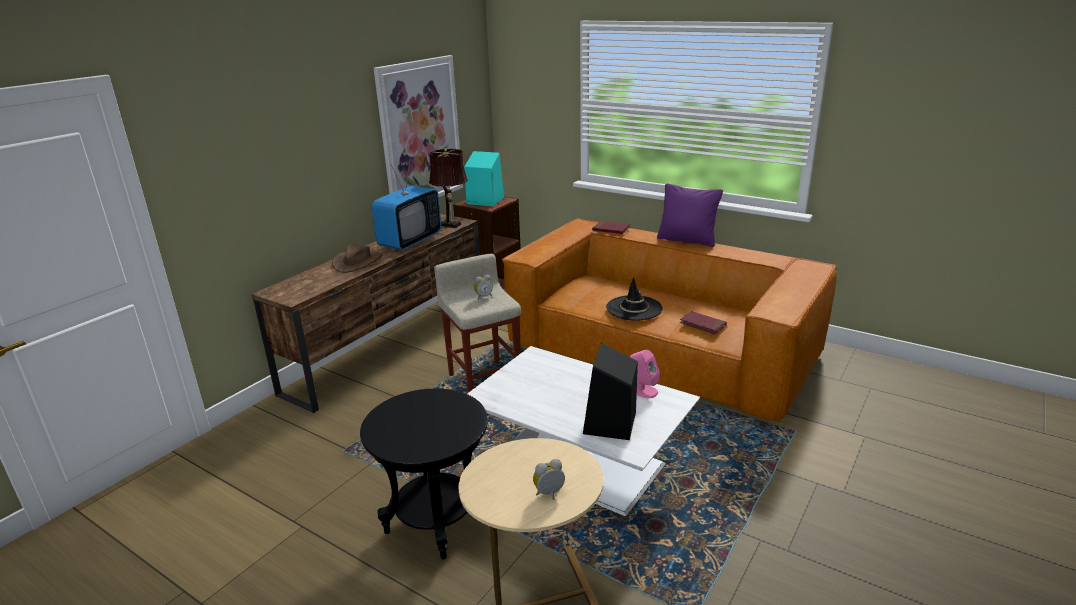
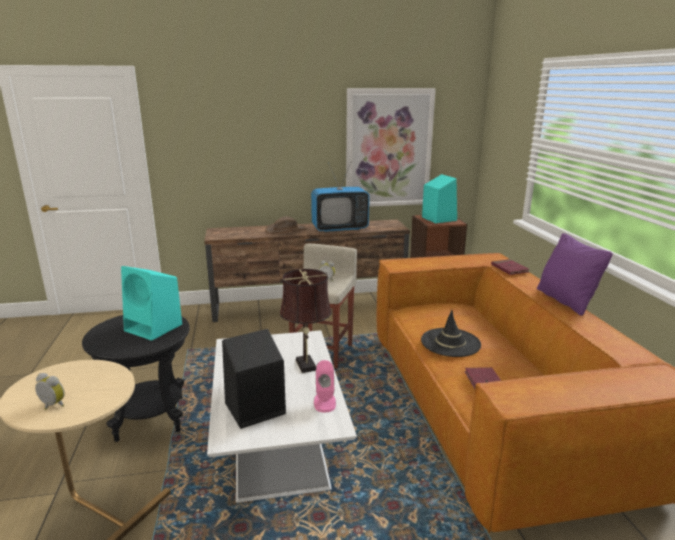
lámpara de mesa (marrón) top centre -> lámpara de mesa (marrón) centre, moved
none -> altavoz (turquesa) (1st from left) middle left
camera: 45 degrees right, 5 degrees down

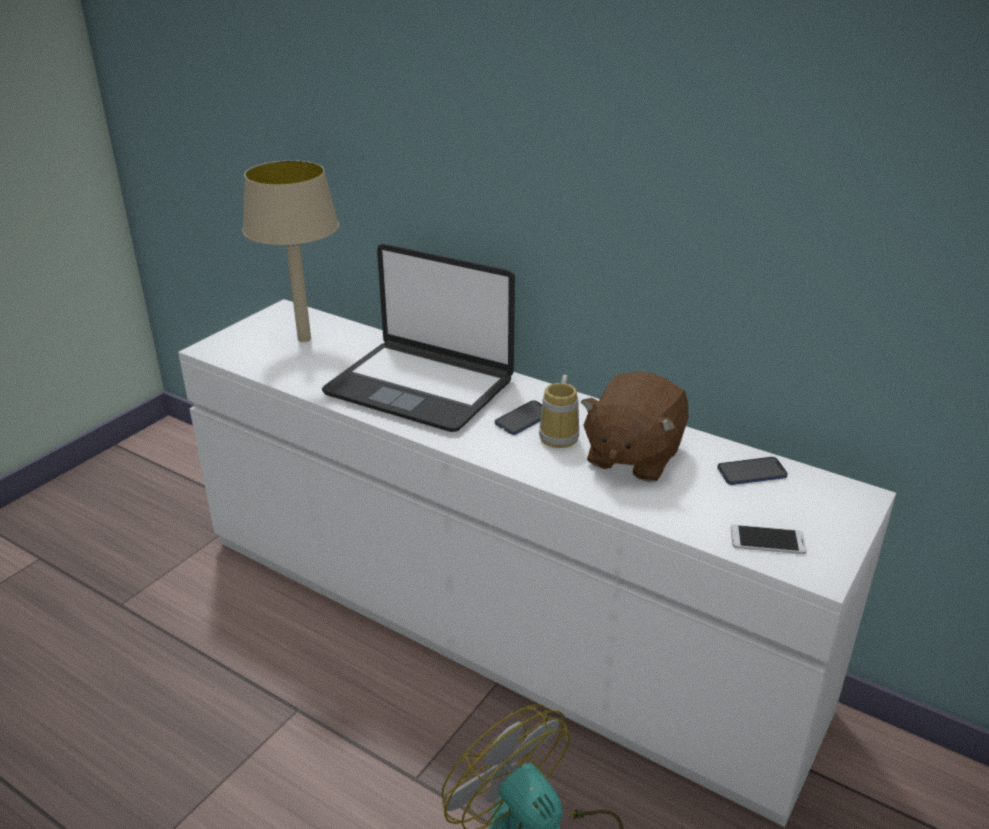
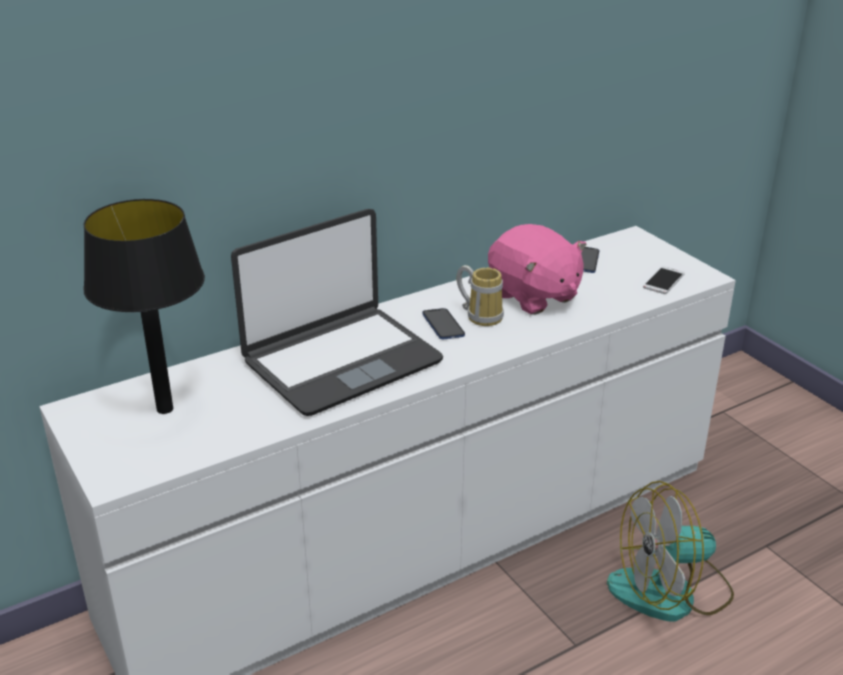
lámpara de mesa (beis) top left -> lámpara de mesa (negro) middle left
peluche (marrón) centre -> peluche (rosa) centre
camera: 65 degrees left, 0 degrees up

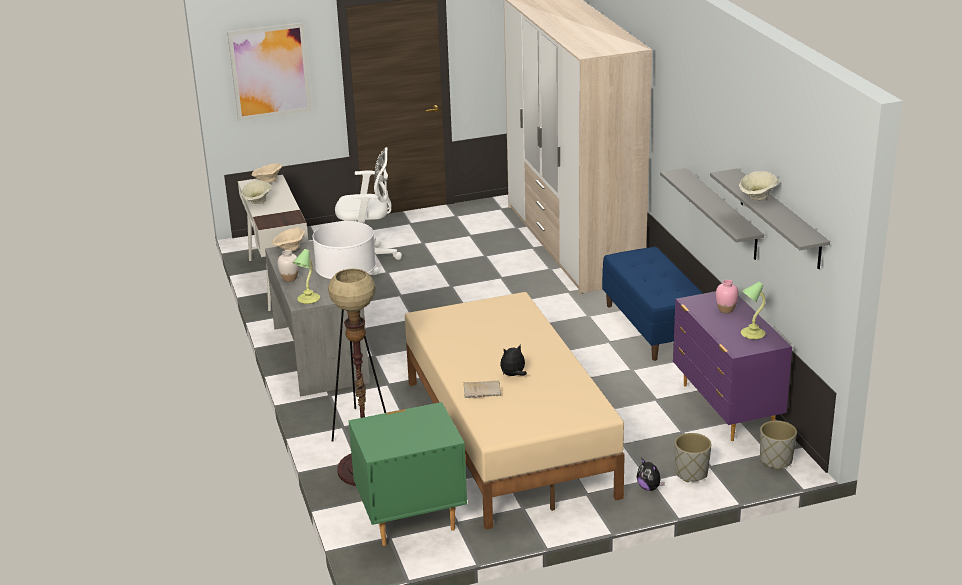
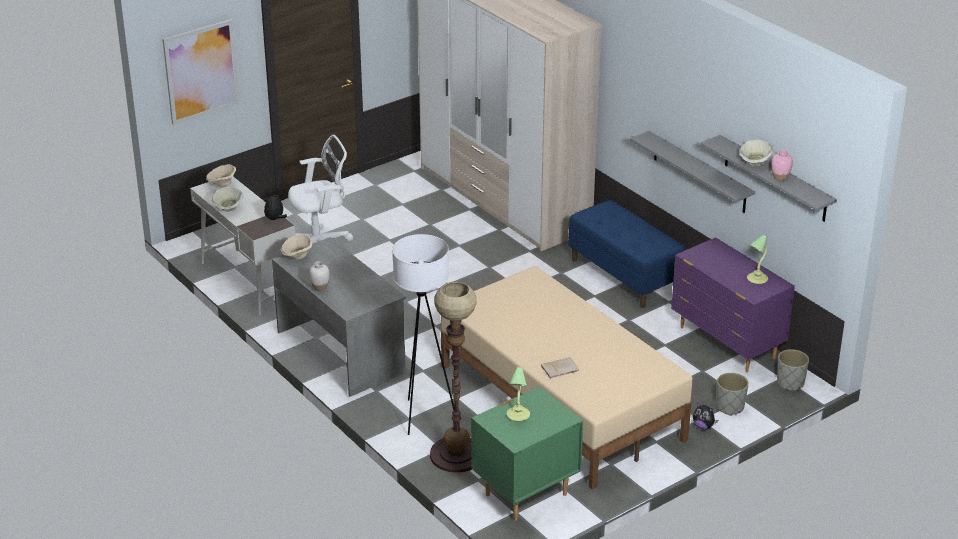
lámpara de mesa (1st from left) middle left -> lámpara de mesa (1st from left) bottom centre, moved
florero (rosa) middle right -> florero (rosa) top right, moved
peluche (1st from left) centre -> peluche (1st from left) middle left, moved
camera: 20 degrees left, 5 degrees up

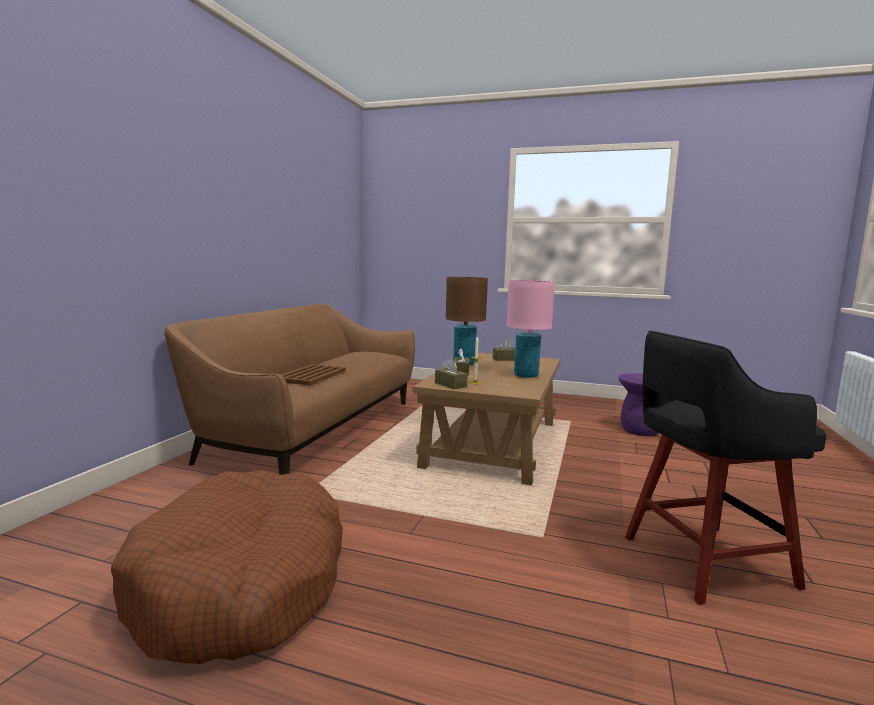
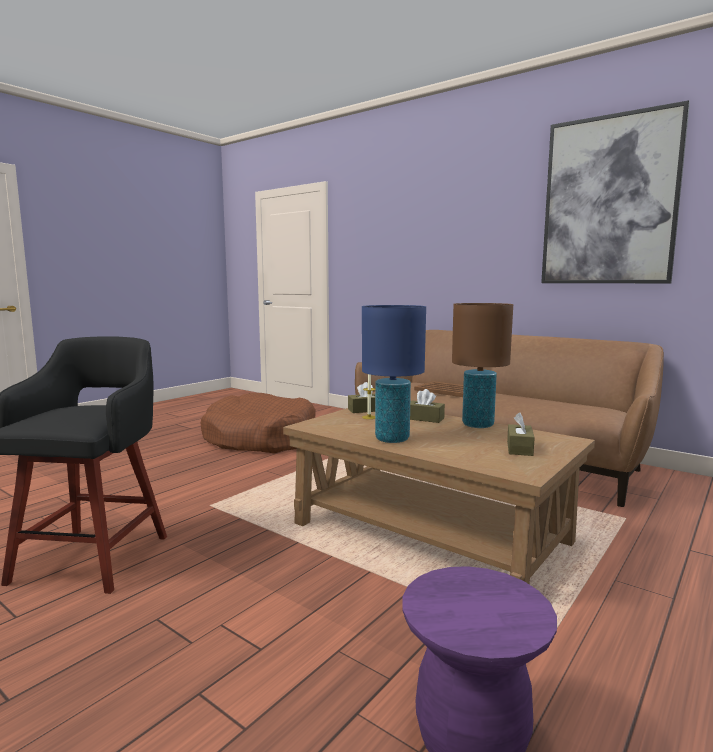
lámpara de mesa (rosa) centre -> lámpara de mesa (azul) centre
none -> cuadro top right
camera: 110 degrees right, 0 degrees up

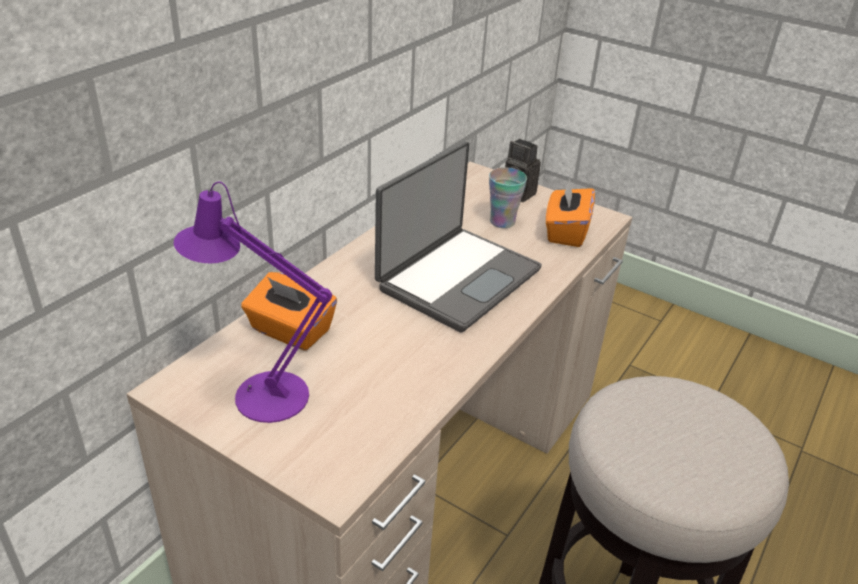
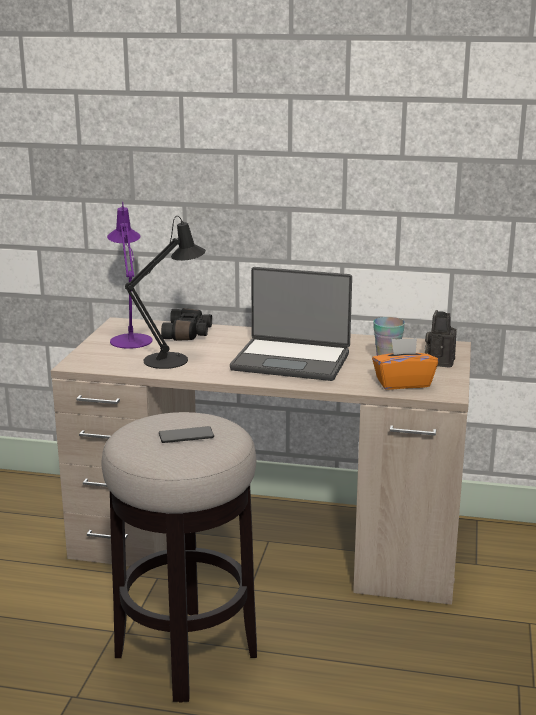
caja de pañuelos (naranja) (1st from left) centre -> prismáticos (negro) centre
none -> lámpara de mesa (negro) middle left
none -> móvil centre
camera: 70 degrees right, 15 degrees down

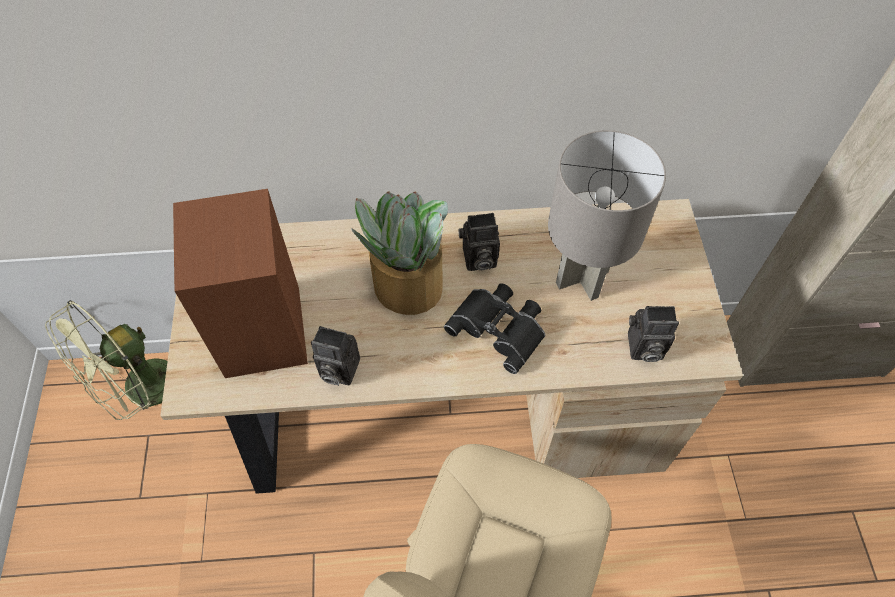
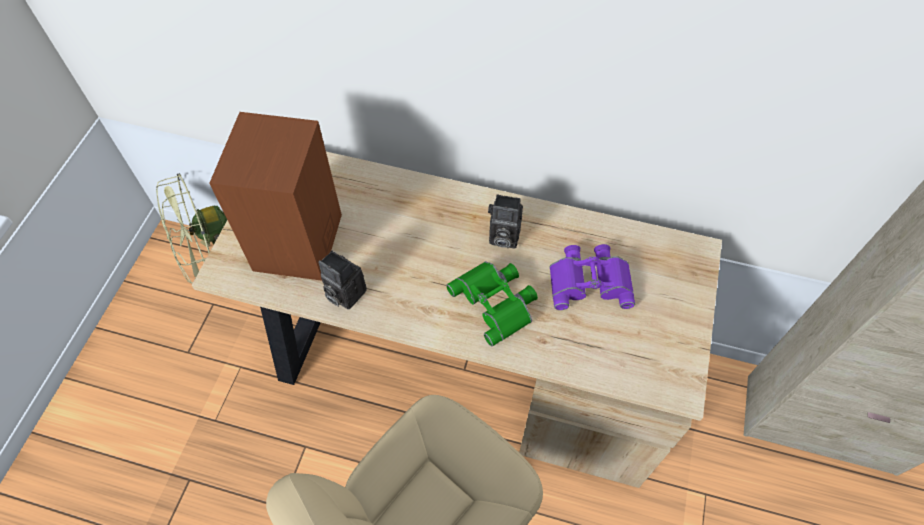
lámpara de mesa (gris) middle right -> prismáticos (morado) centre
planta en maceta centre -> none
prismáticos (negro) centre -> prismáticos (verde) centre
cámara (3rd from left) middle right -> none
camera: 20 degrees right, 0 degrees up

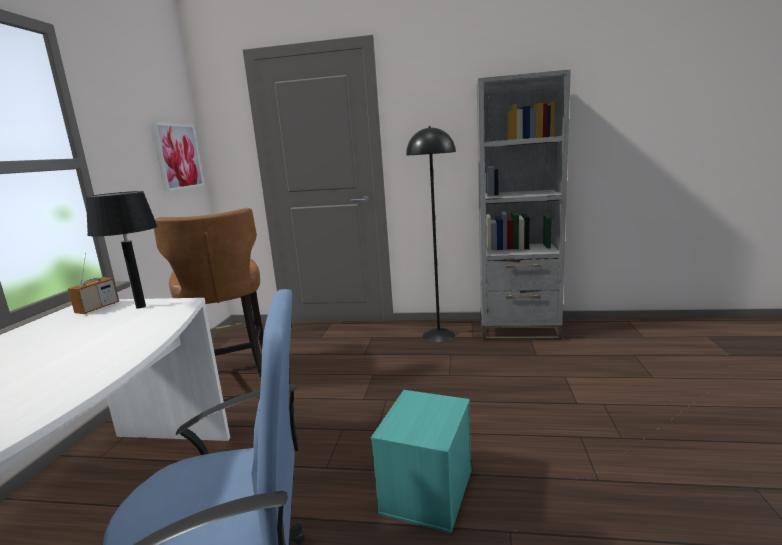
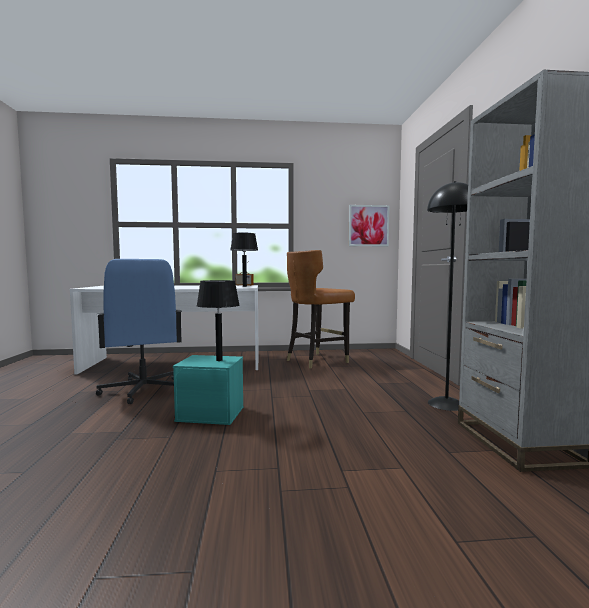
none -> lámpara de mesa (negro) (1st from left) centre
camera: 75 degrees right, 10 degrees down

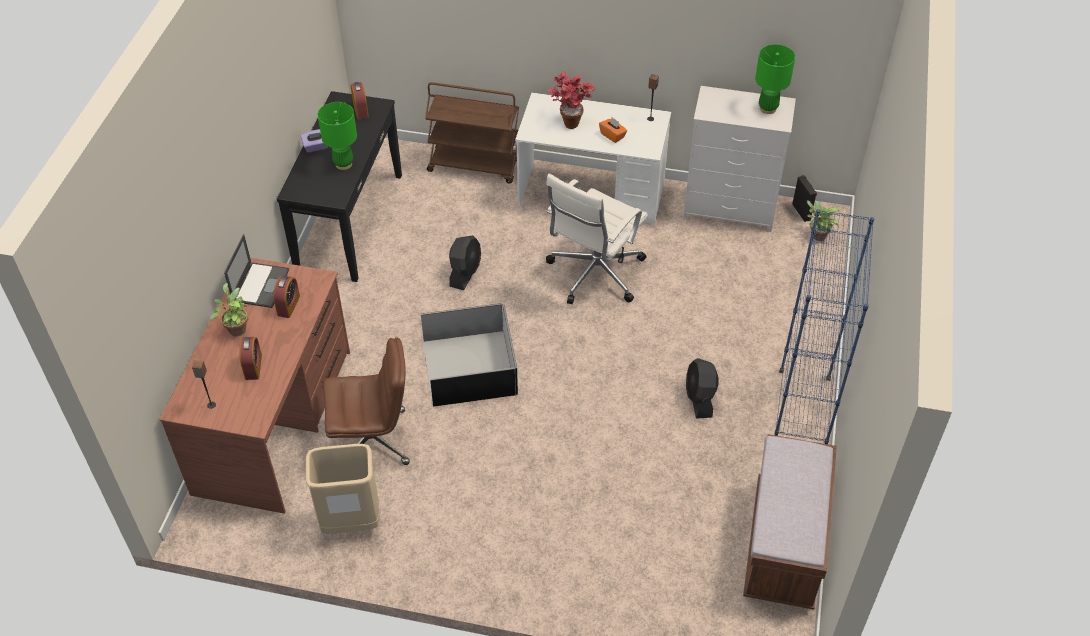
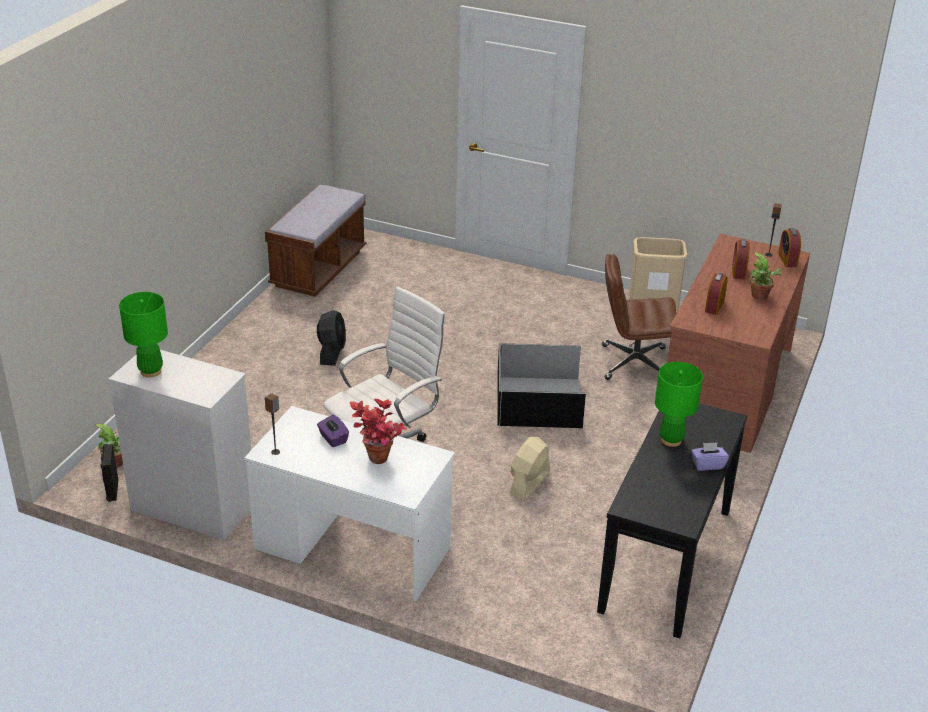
despertador (3rd from left) top left -> despertador (3rd from left) middle right, moved
carrito (marrón) top centre -> none
caja de pañuelos (naranja) top centre -> caja de pañuelos (morado) (1st from left) centre
estantería (azul) middle right -> none
portátil middle left -> none
ventilador (negro) (1st from left) centre -> ventilador (beis) centre
camera: 170 degrees left, 15 degrees down

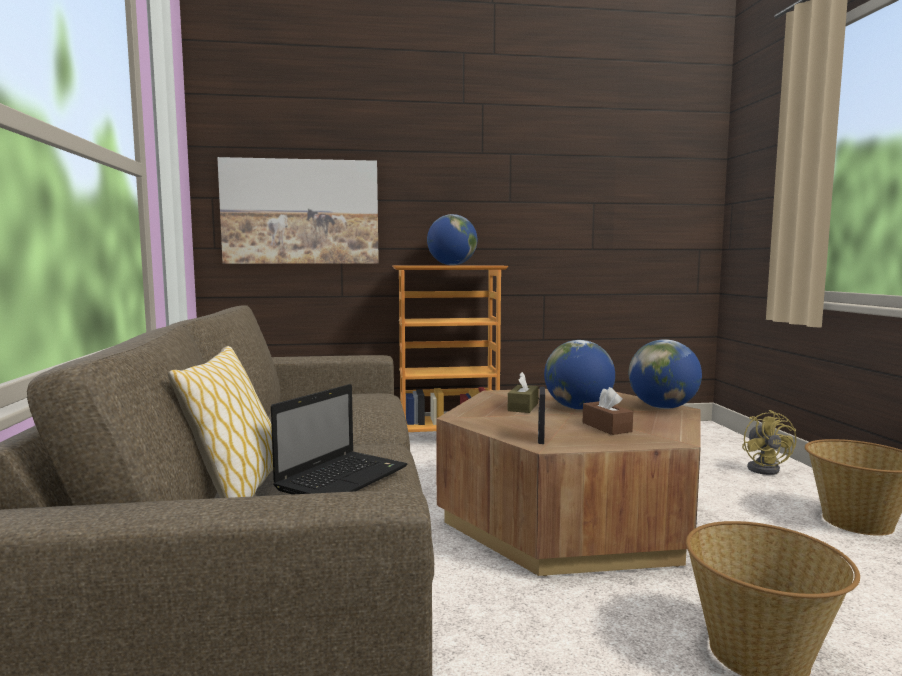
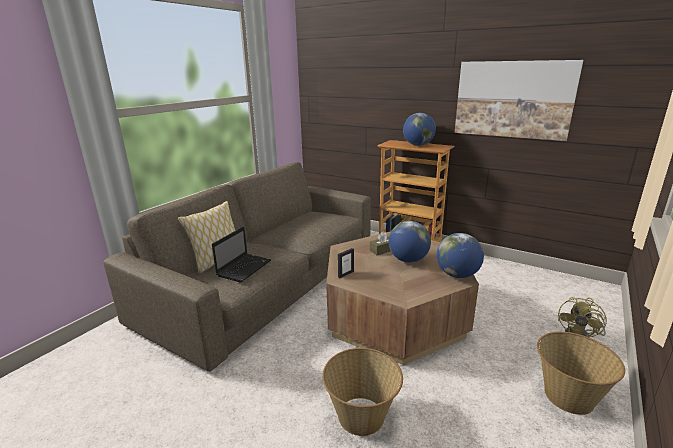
cuadro top left -> cuadro top right, moved
portátil centre, 45 degrees counterclockwise
caja de pañuelos (marrón) (2nd from left) middle right -> none
camera: 40 degrees right, 15 degrees up

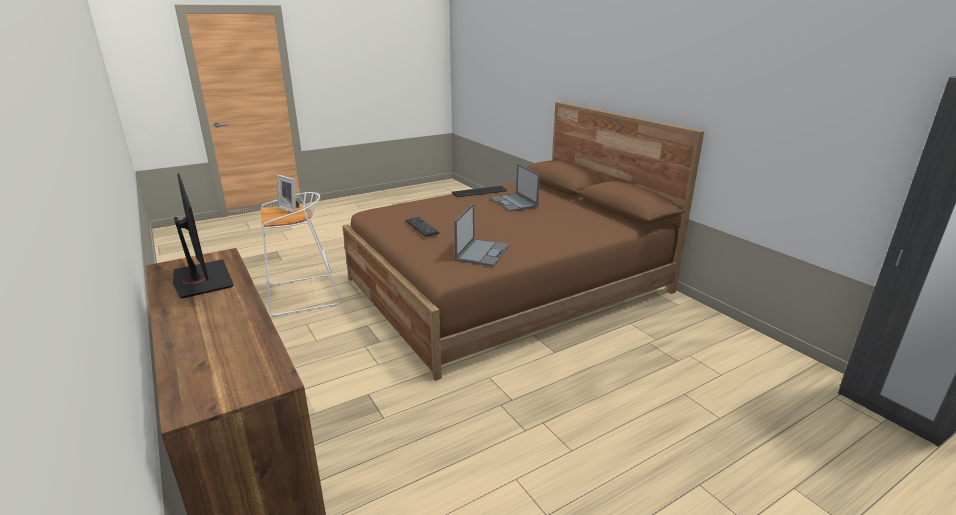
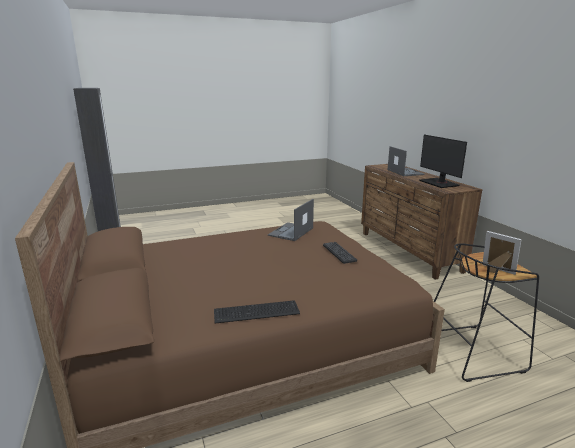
portátil (2nd from left) centre -> portátil (2nd from left) middle right, moved
taburete (blanco) middle left -> taburete (negro) bottom right
camera: 170 degrees left, 5 degrees down

